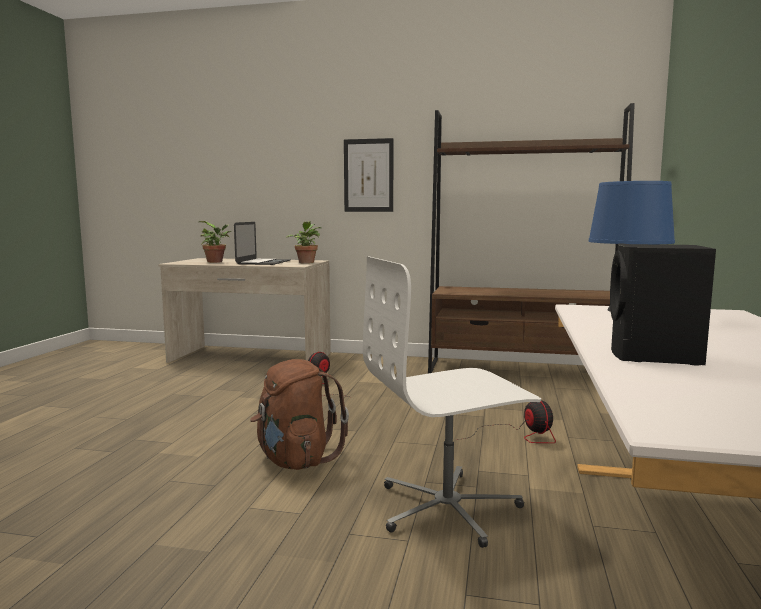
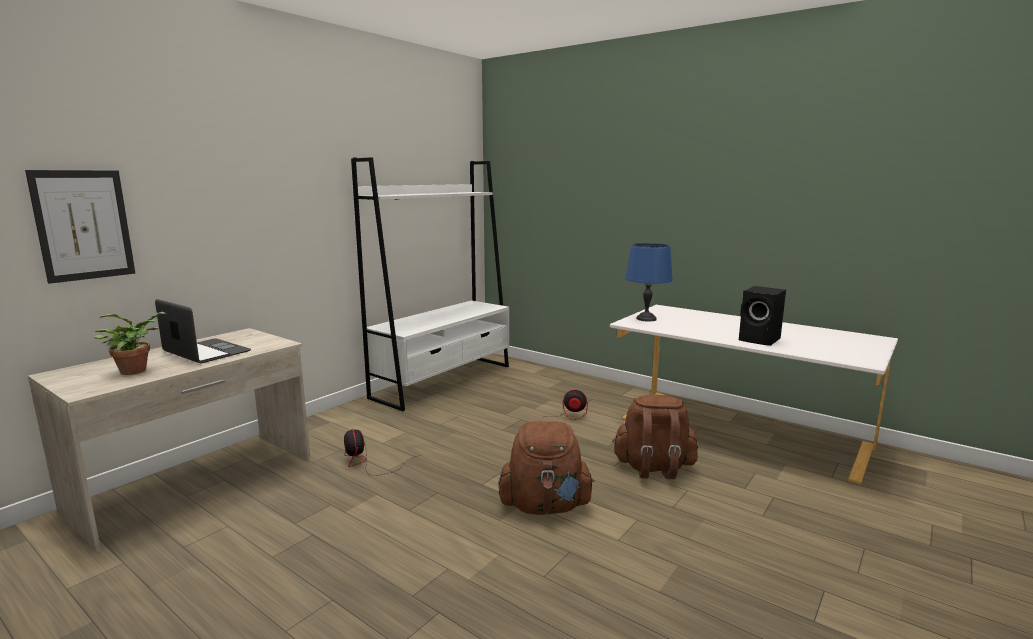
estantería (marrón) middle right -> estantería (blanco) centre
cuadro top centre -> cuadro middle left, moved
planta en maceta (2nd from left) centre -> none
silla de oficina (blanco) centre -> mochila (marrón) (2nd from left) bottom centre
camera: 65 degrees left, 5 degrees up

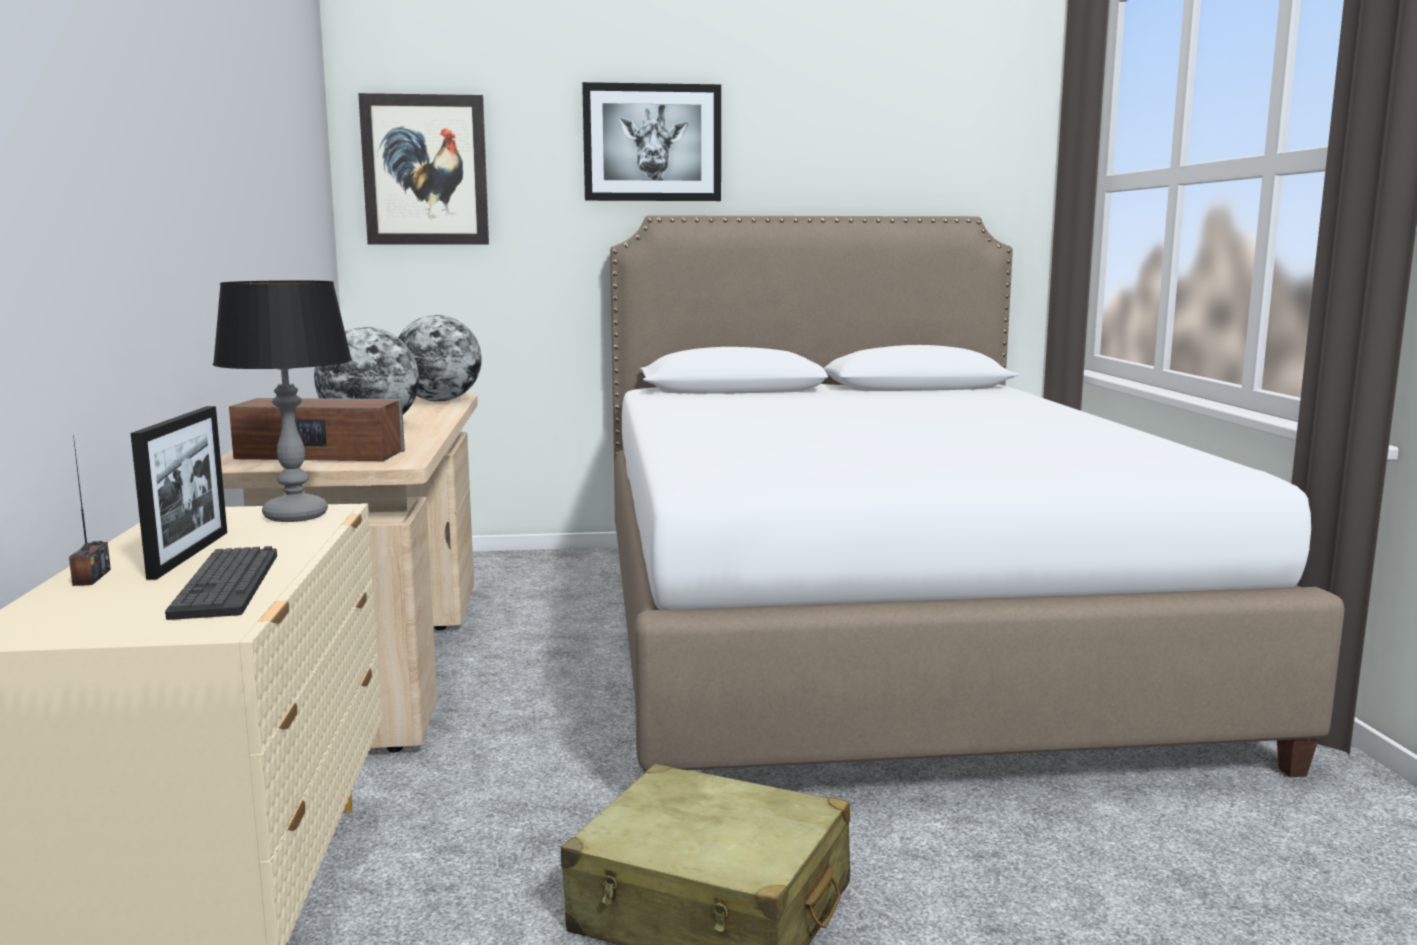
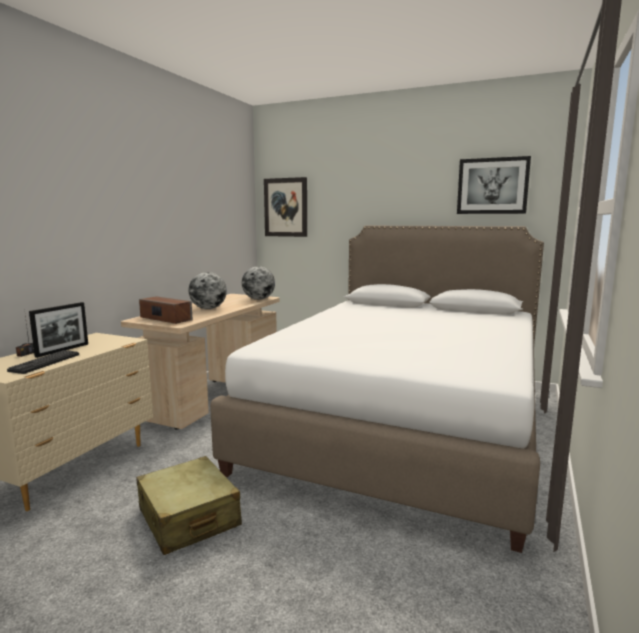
cuadro (2nd from left) top centre -> cuadro (2nd from left) top right, moved
lámpara de mesa middle left -> none
camera: 30 degrees right, 0 degrees up

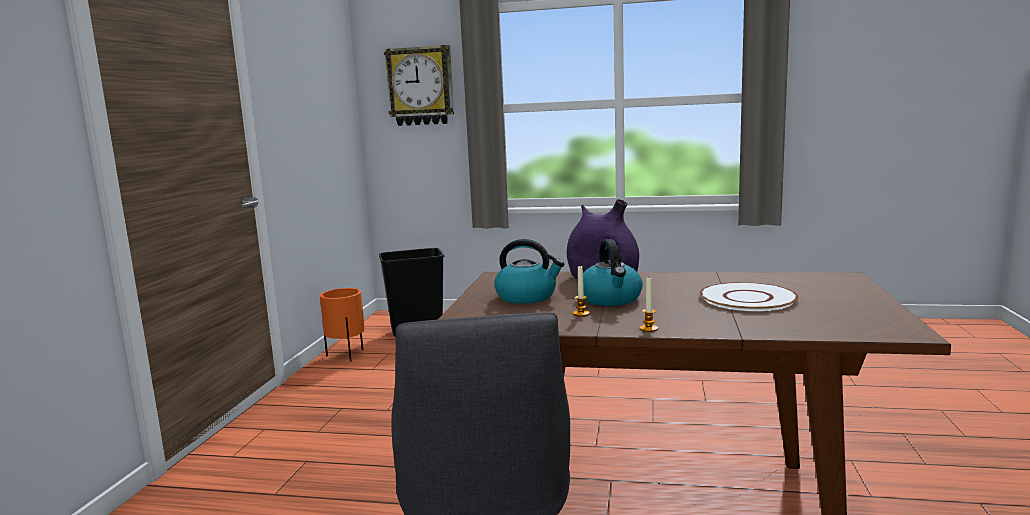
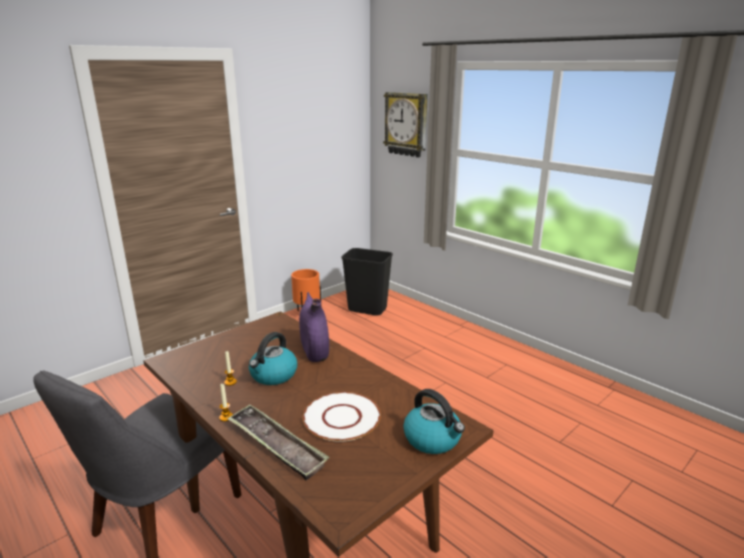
hervidor (1st from left in the first image) centre -> hervidor (2nd from left) bottom centre, moved
none -> bandeja bottom centre
camera: 35 degrees right, 10 degrees up

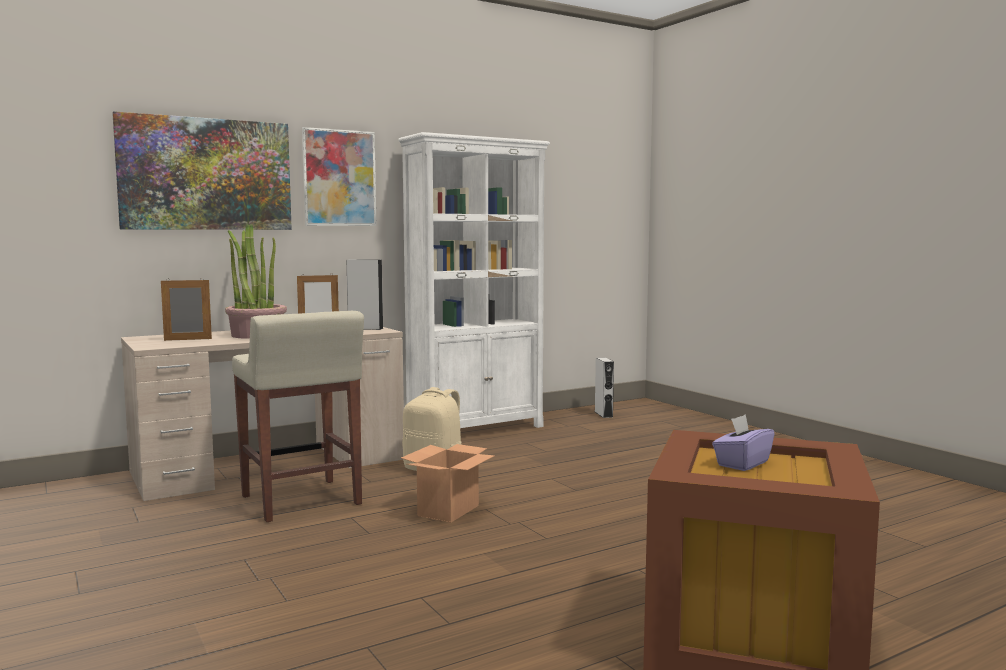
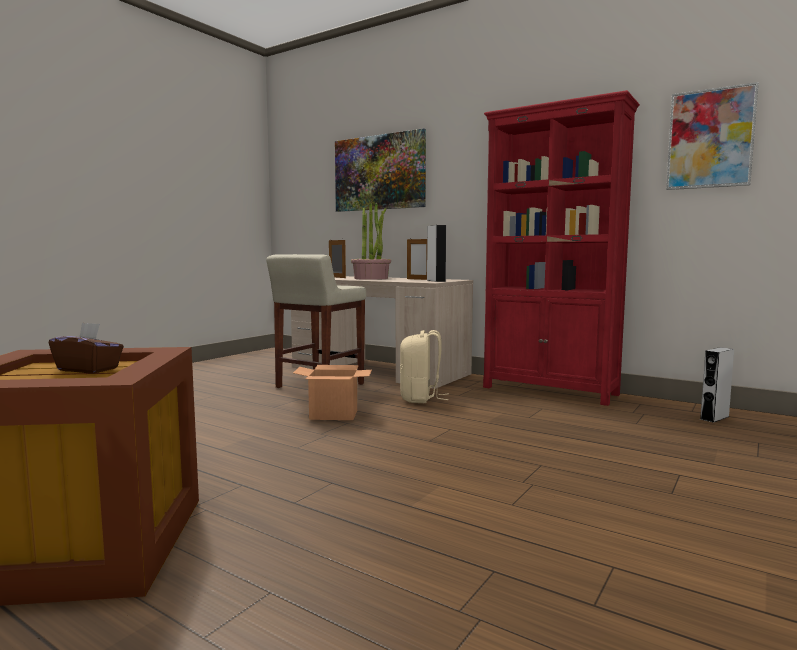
cuadro (2nd from left) top centre -> cuadro (2nd from left) top right, moved
estantería (blanco) centre -> estantería (rojo) middle right
caja de pañuelos (morado) middle right -> caja de pañuelos (marrón) middle left
camera: 65 degrees right, 0 degrees up

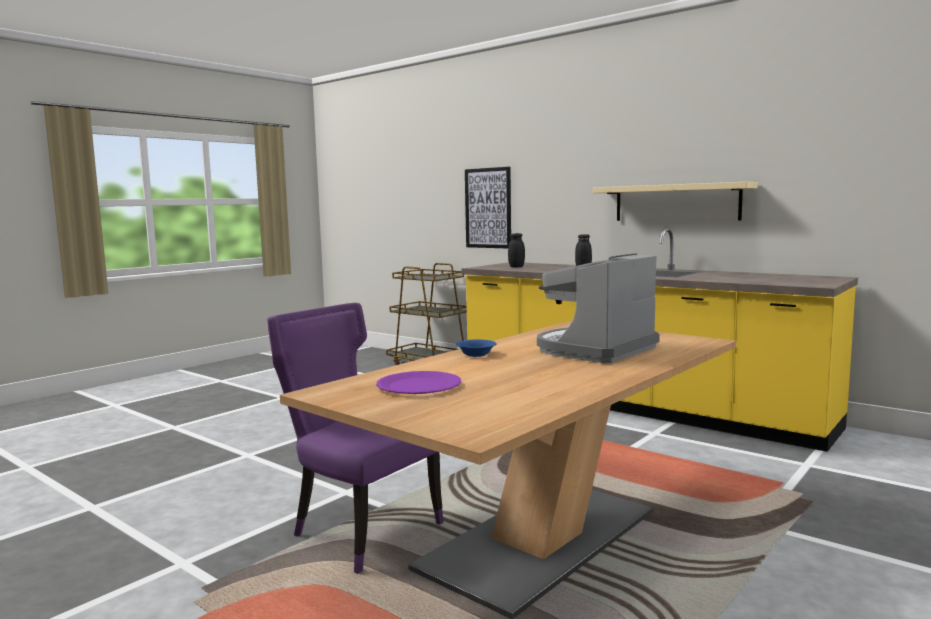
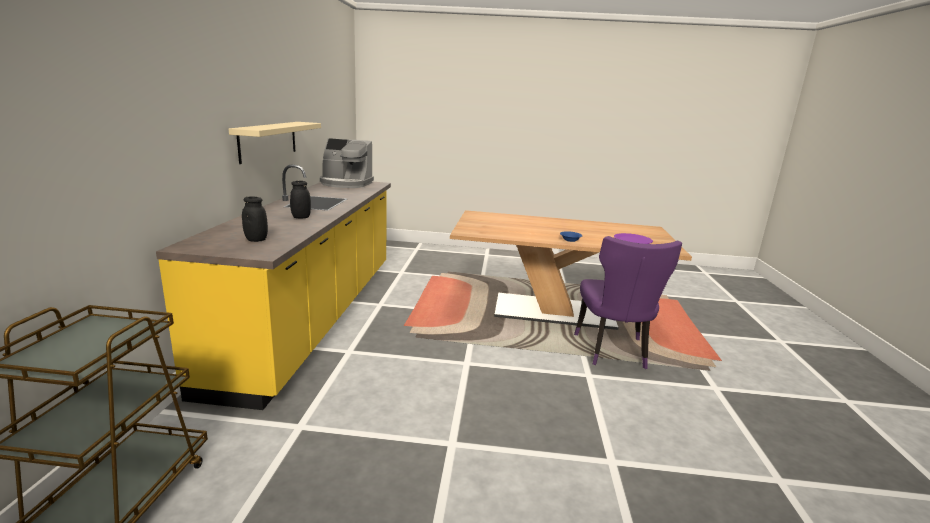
cuadro centre -> none
cafetera centre -> cafetera top centre, moved
camera: 125 degrees left, 10 degrees up

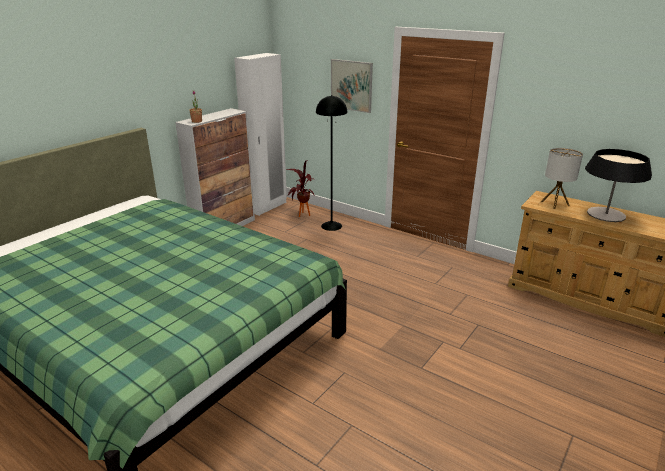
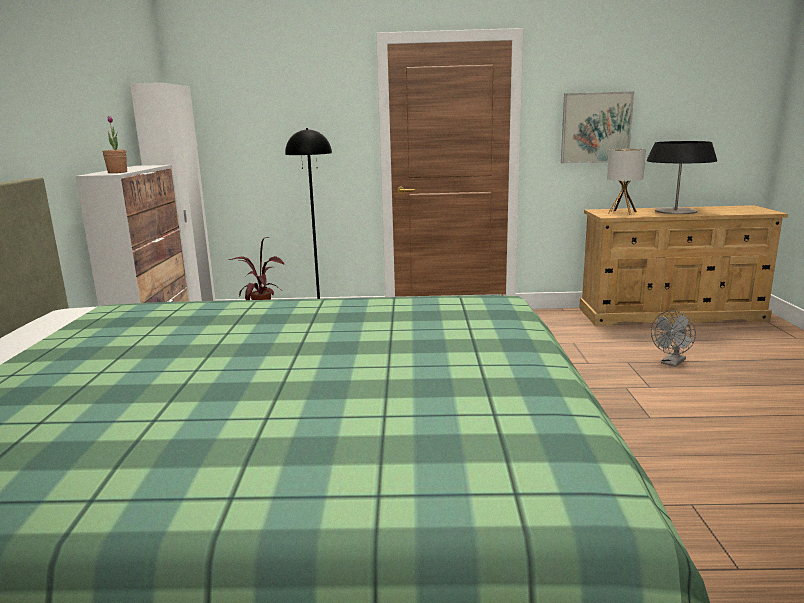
cuadro top centre -> cuadro top right, moved
none -> ventilador (gris) middle right
camera: 35 degrees left, 10 degrees down

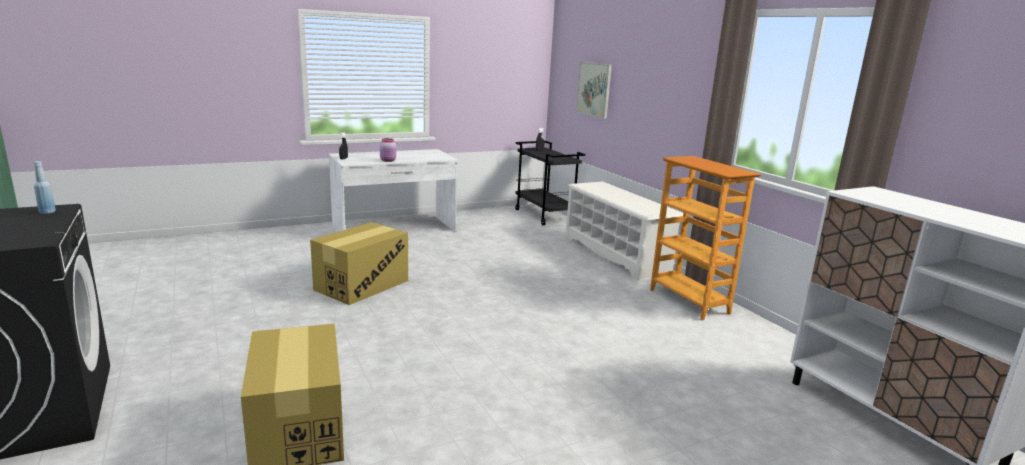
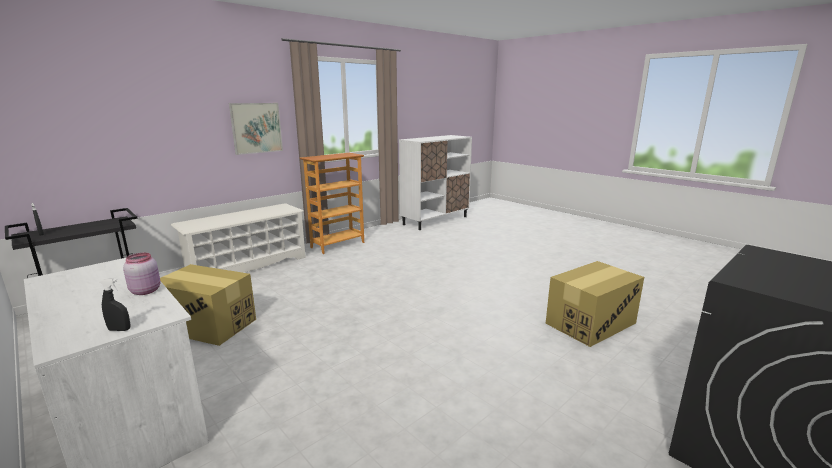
cuadro top centre -> cuadro top left, moved
botella (azul) middle left -> none
caja de cartón (2nd from left in the first image) centre -> caja de cartón (1st from left) middle left, moved
camera: 105 degrees left, 0 degrees up

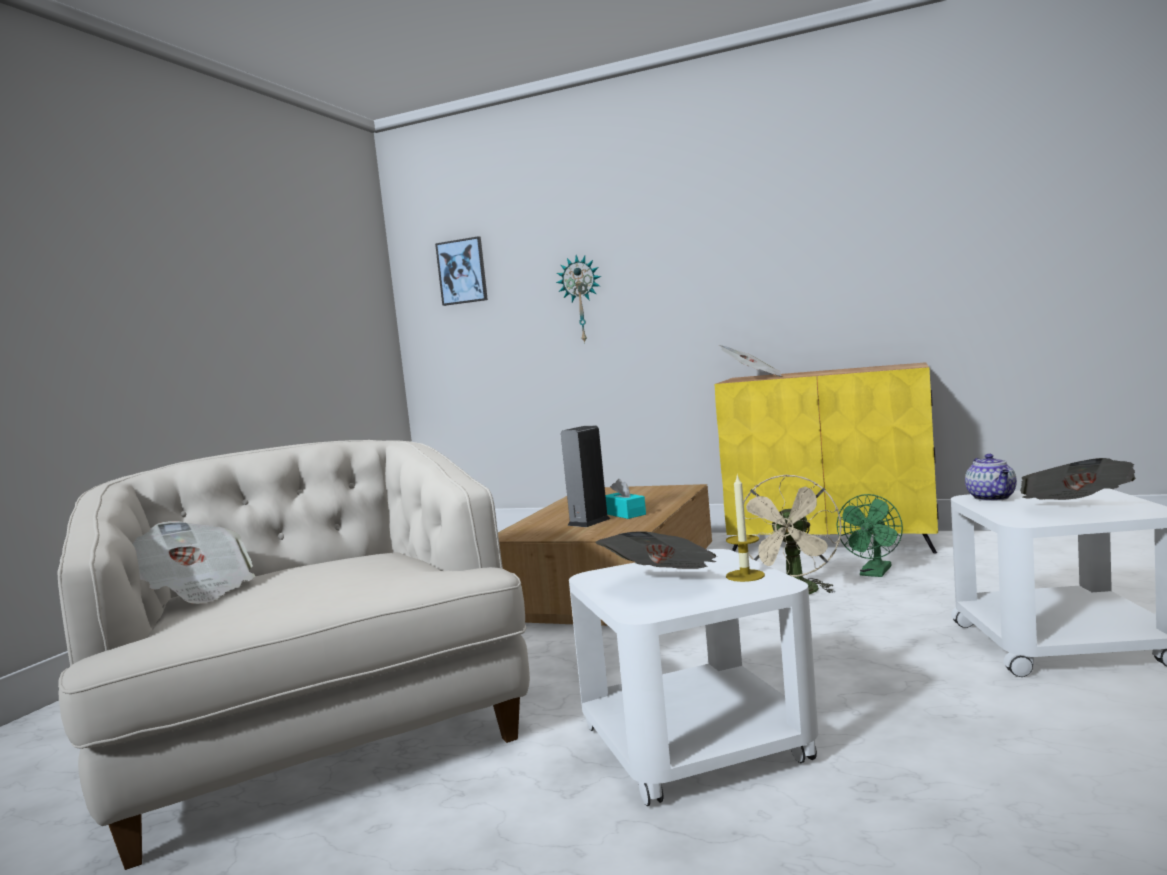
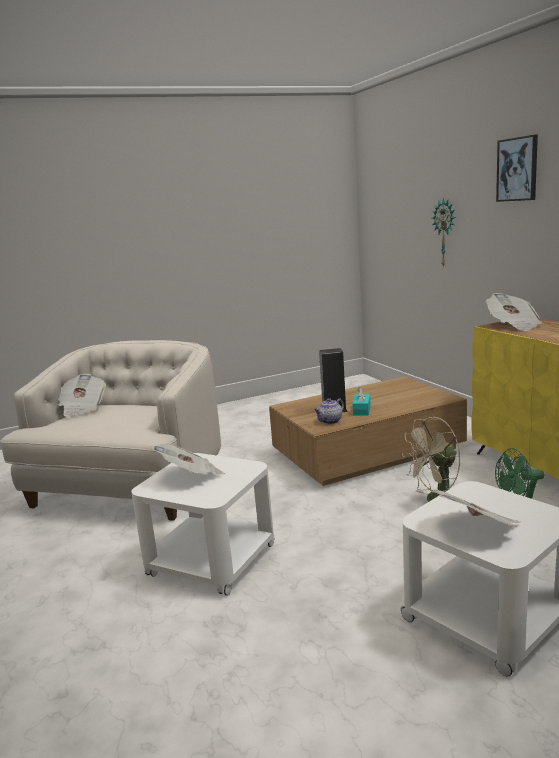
cuadro top centre -> cuadro top right, moved
tetera middle right -> tetera centre, moved
vela centre -> none
camera: 45 degrees right, 10 degrees up

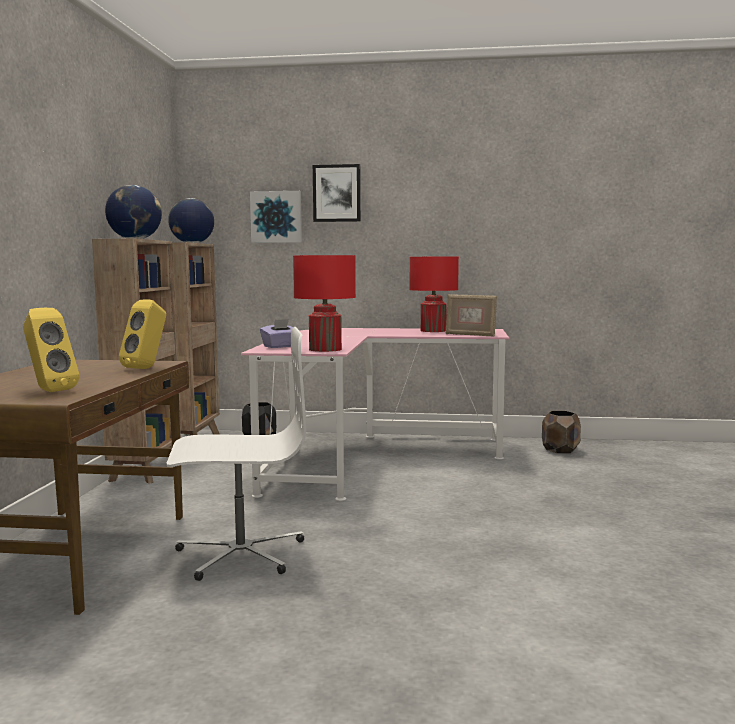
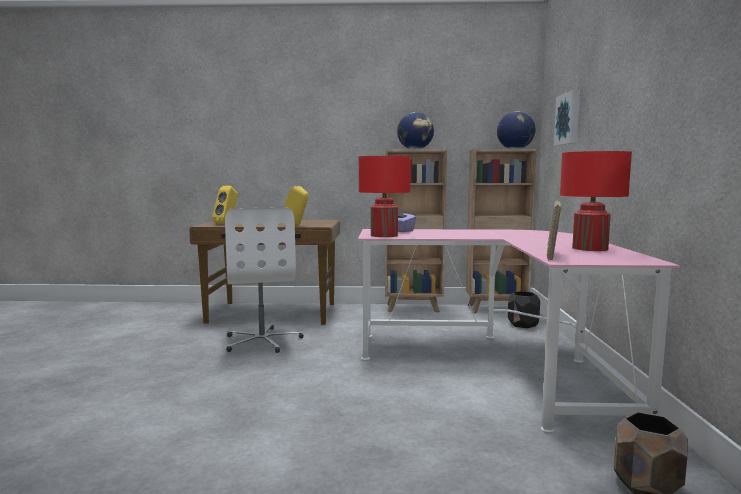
cuadro (2nd from left) top centre -> none
camera: 85 degrees right, 0 degrees up

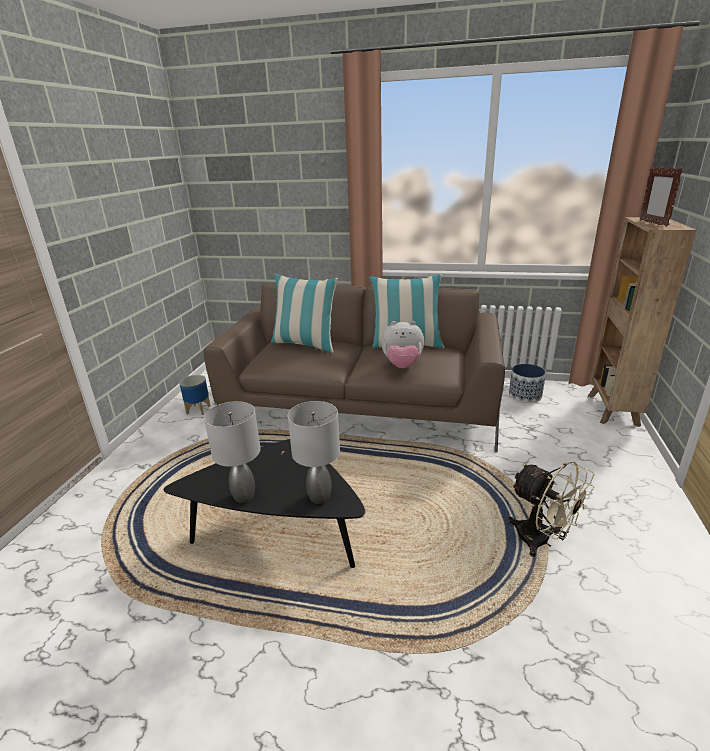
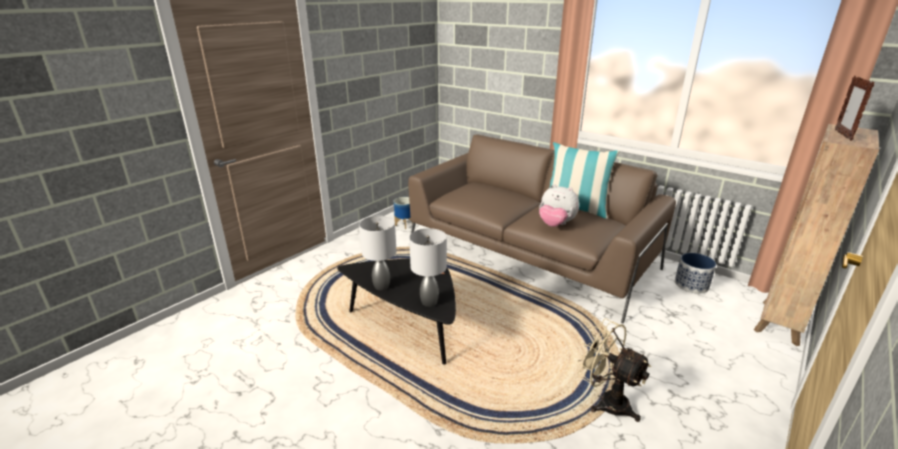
cojín (1st from left) centre -> none
ventilador (beis) bottom right, 150 degrees clockwise
camera: 25 degrees right, 0 degrees up

